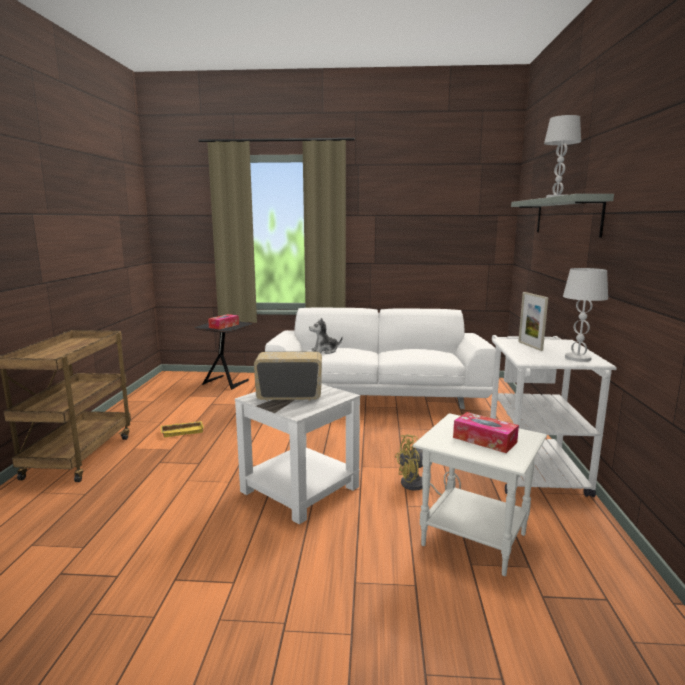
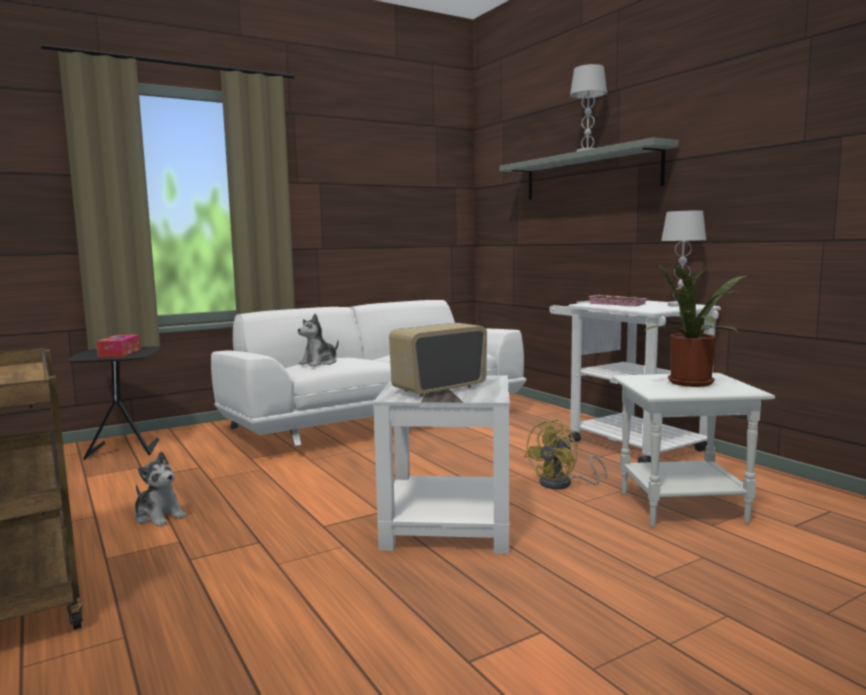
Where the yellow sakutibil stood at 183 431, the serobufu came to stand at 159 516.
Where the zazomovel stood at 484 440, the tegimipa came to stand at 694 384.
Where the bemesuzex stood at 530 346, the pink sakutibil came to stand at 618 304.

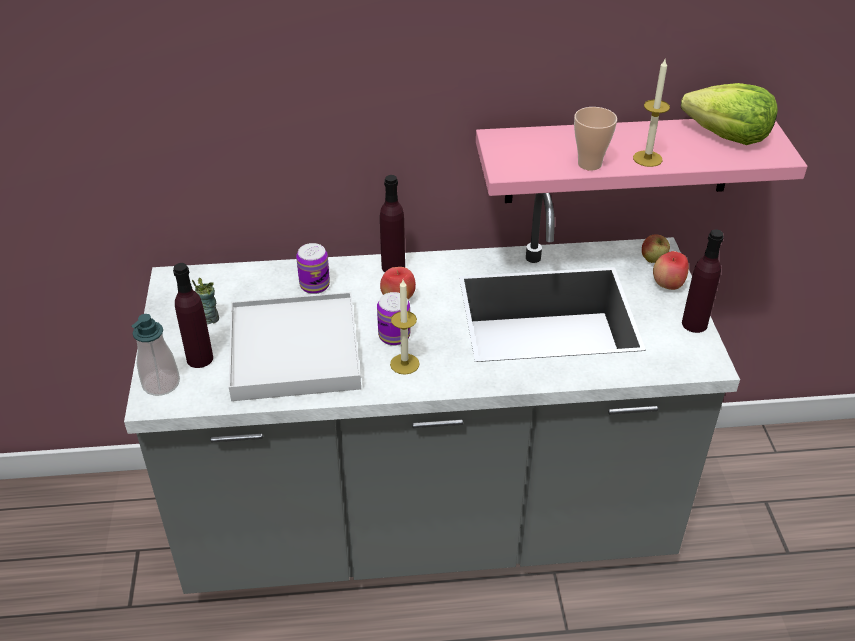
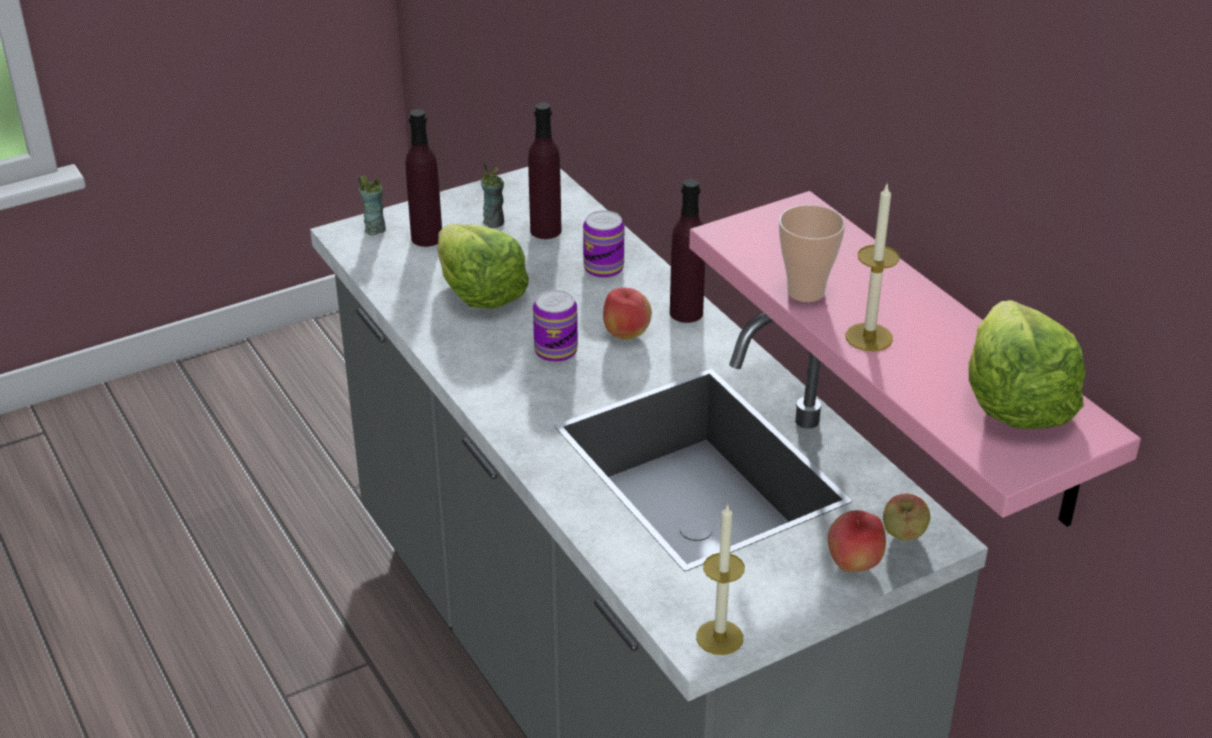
The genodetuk ended up elsewhere, having gone from 404 364 to 719 637.
The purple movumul ended up elsewhere, having gone from 694 324 to 545 230.
Where the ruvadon stood at 161 383, the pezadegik came to stand at 374 229.
Where the white sakutibil stood at 295 351, the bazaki came to stand at 479 292.

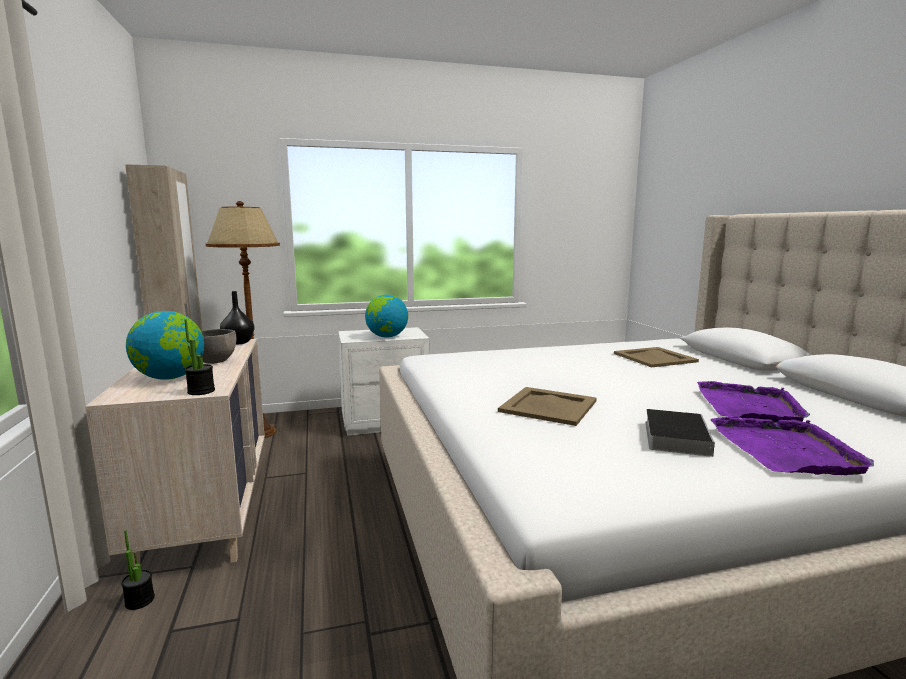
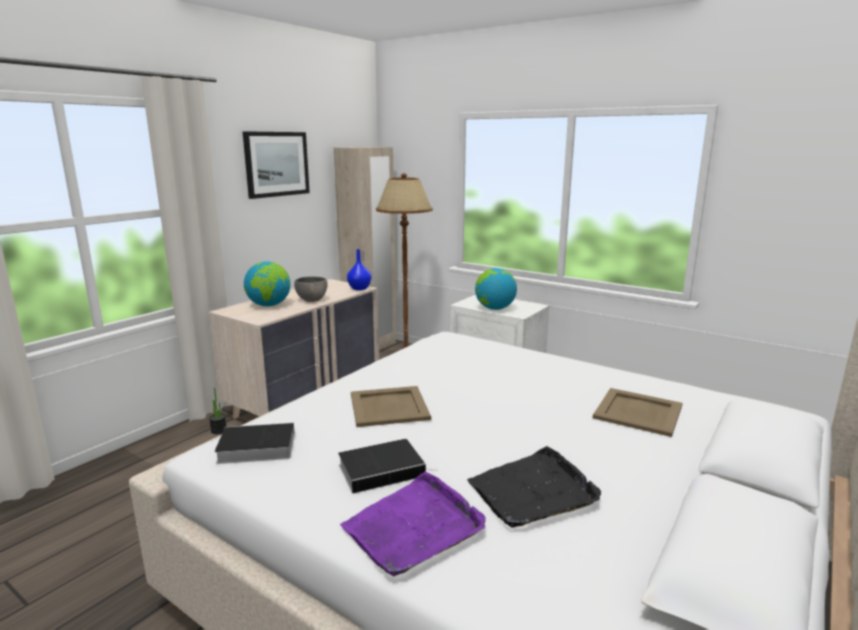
The second view lost the tegimipa at 201 391.
The second view gained the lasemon at 254 448.
The second view gained the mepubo at 276 164.
What was the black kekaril at 238 342 turned into the blue kekaril at 359 288.
What was the purple sakutibil at 749 406 turned into the black sakutibil at 533 491.

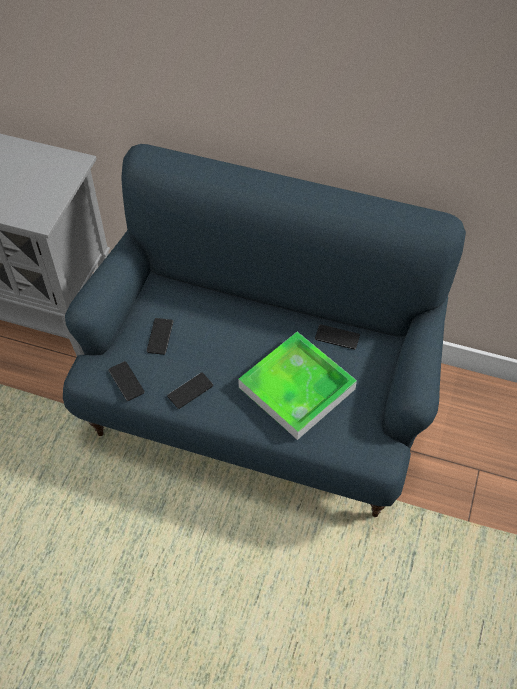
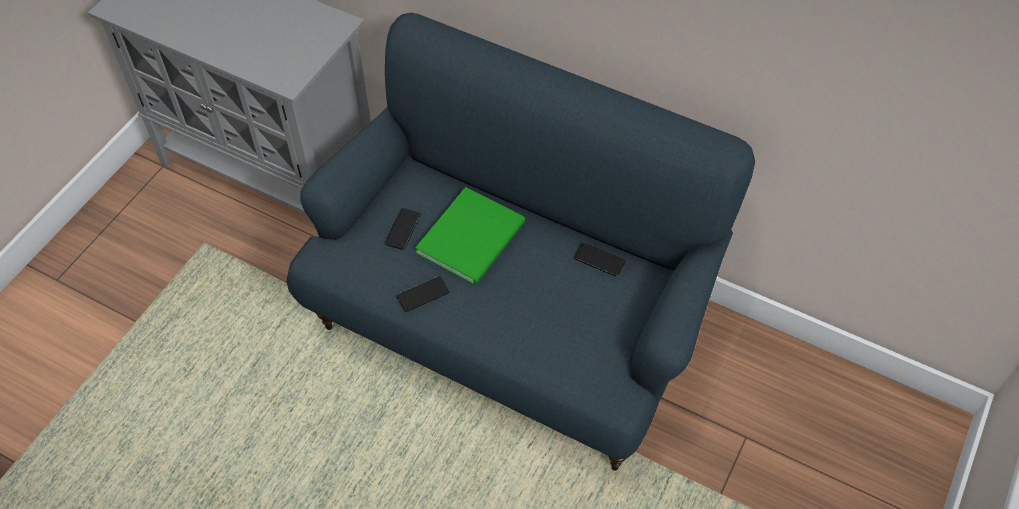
The second view lost the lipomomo at 126 381.
The second view lost the sakutibil at 297 388.
The second view gained the green lasemon at 474 236.

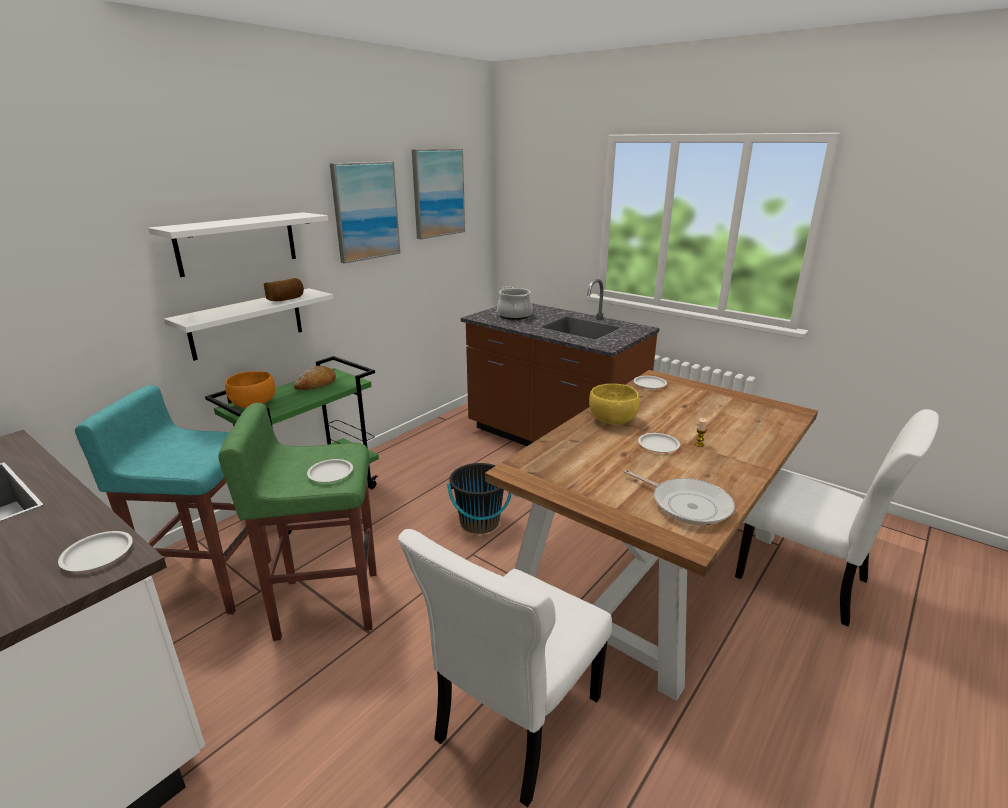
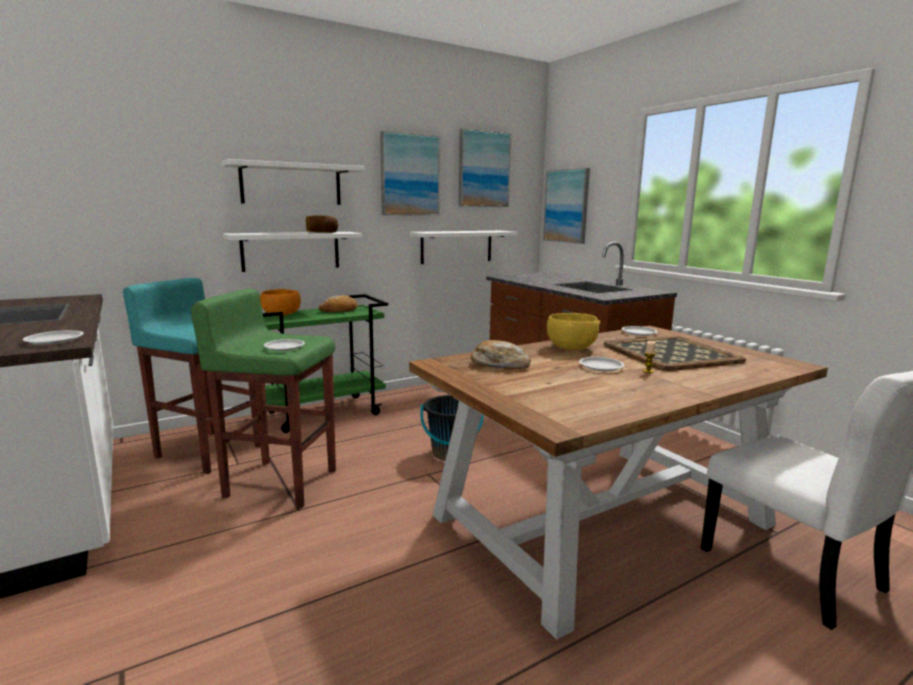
The second view lost the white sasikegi at 514 723.
The second view lost the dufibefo at 514 315.
The second view lost the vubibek at 687 505.
The second view gained the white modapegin at 456 246.
The second view gained the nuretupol at 499 364.
The second view gained the mepubo at 567 206.
The second view gained the sakutibil at 671 353.

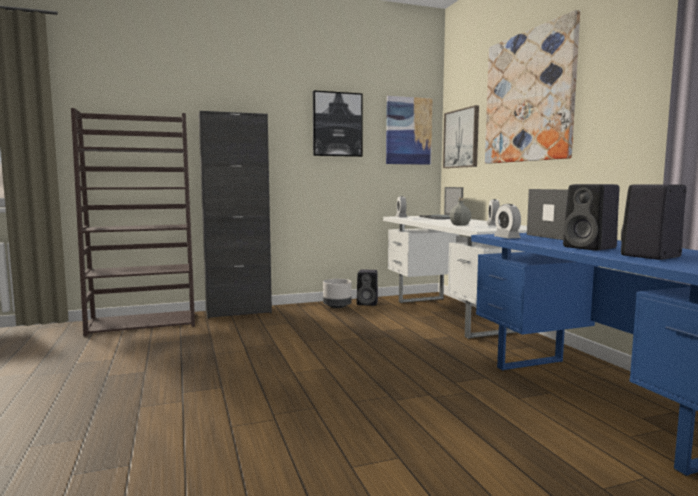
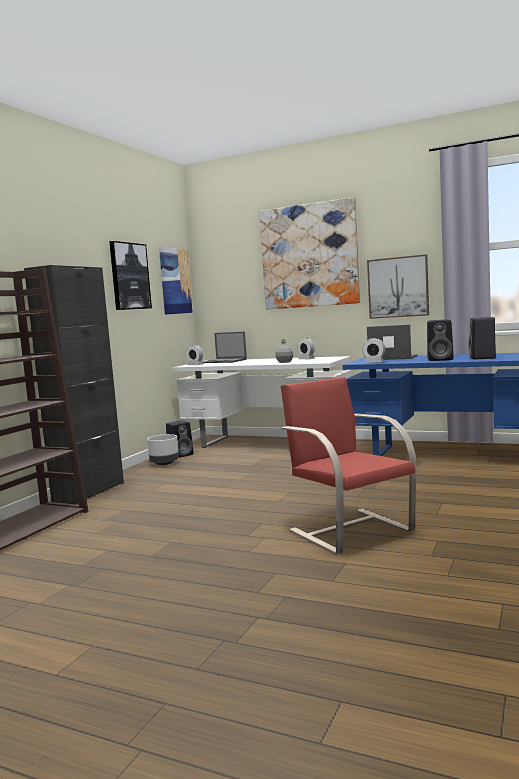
The second view gained the red sasikegi at 350 530.
The mepubo ended up elsewhere, having gone from 461 138 to 398 287.

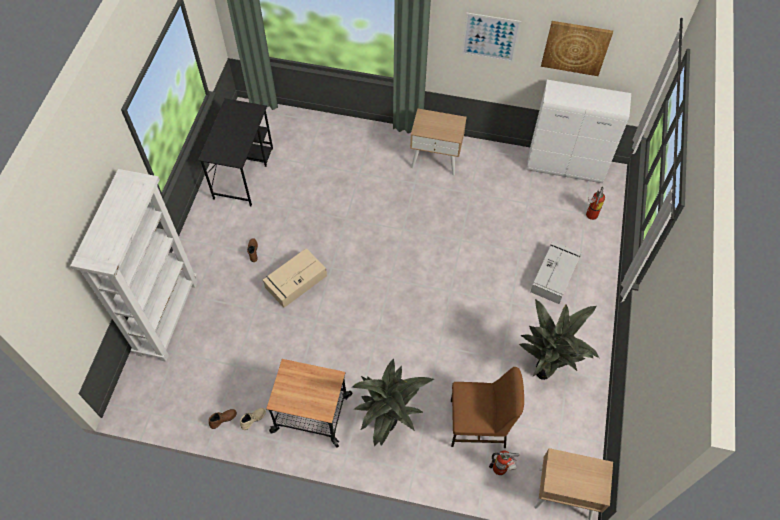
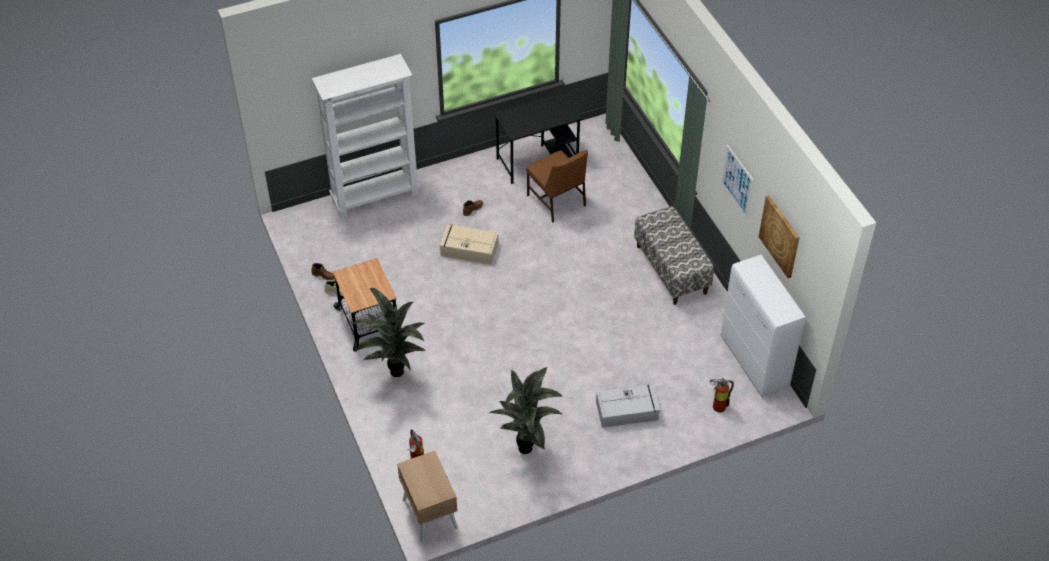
The brown sasikegi ended up elsewhere, having gone from 479 424 to 556 201.
Where the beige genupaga stood at 436 159, the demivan came to stand at 671 269.

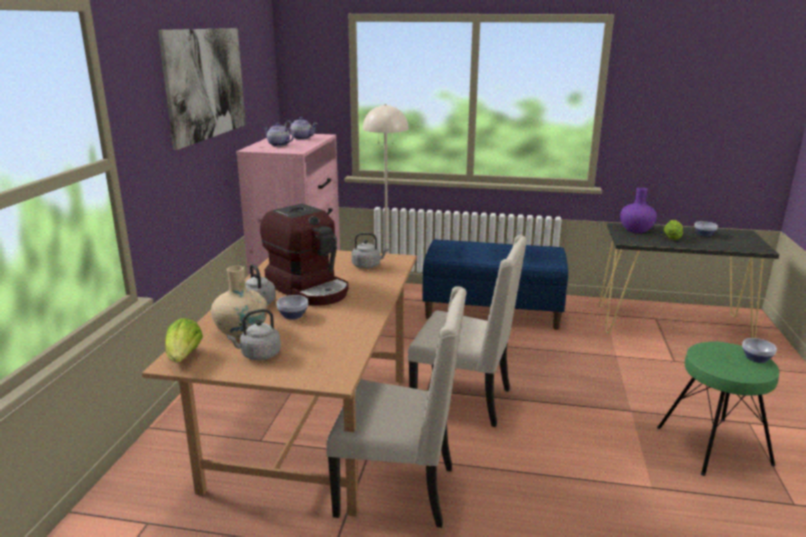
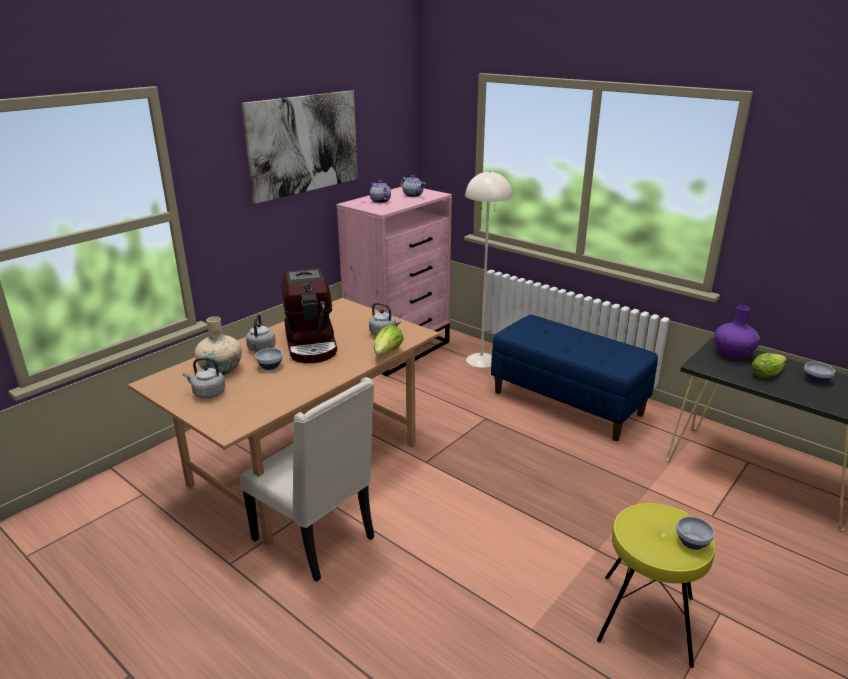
The second view lost the beige sasikegi at 464 400.
The bazaki ended up elsewhere, having gone from 184 358 to 387 353.
What was the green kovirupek at 712 445 turned into the yellow kovirupek at 645 618.

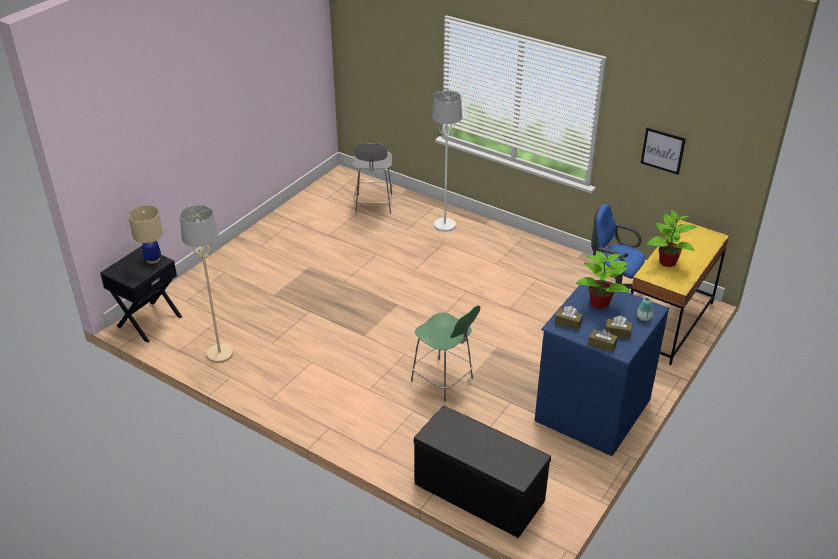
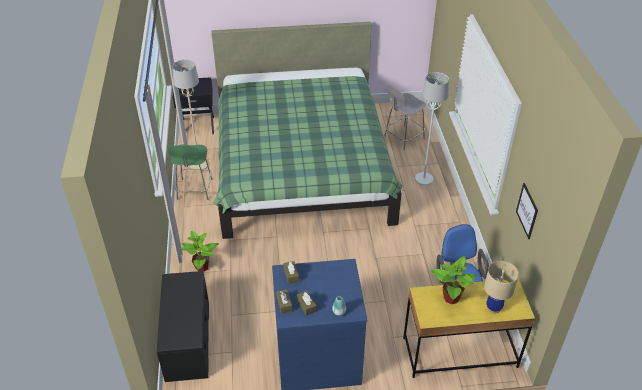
The second view gained the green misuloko at 301 166.
The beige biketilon ended up elsewhere, having gone from 153 259 to 493 307.
The green sasikegi ended up elsewhere, having gone from 443 381 to 194 190.
The tegimipa ended up elsewhere, having gone from 600 303 to 202 267.

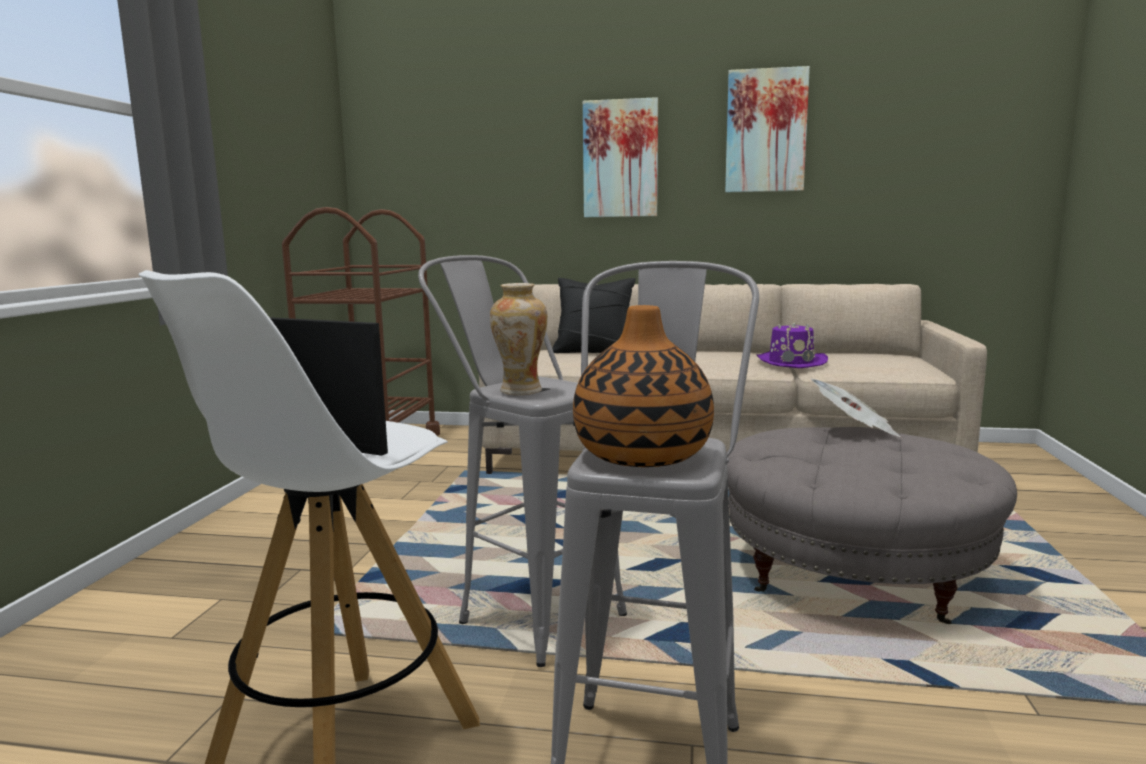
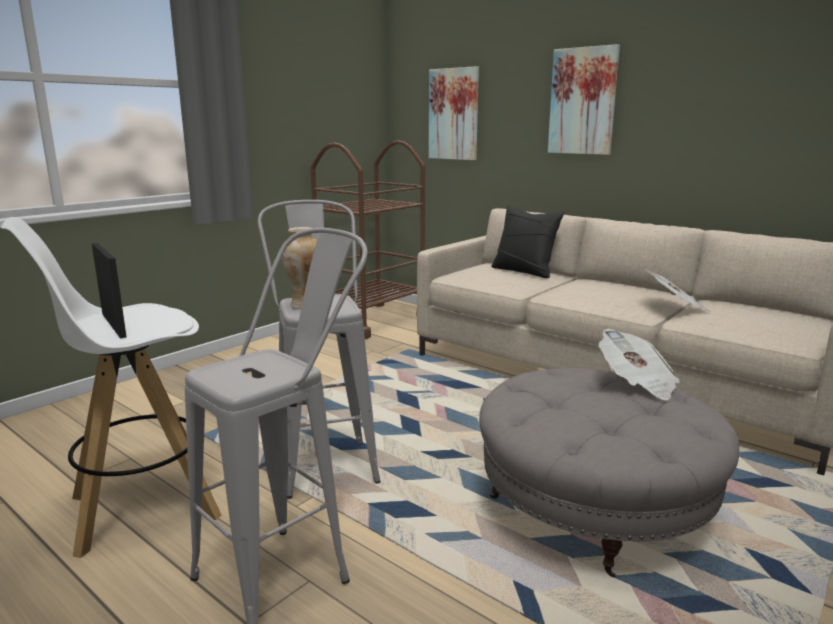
The second view lost the kekaril at 641 455.
The mepubo ended up elsewhere, having gone from 765 131 to 454 114.
Where the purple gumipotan stood at 791 362, the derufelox came to stand at 675 307.

